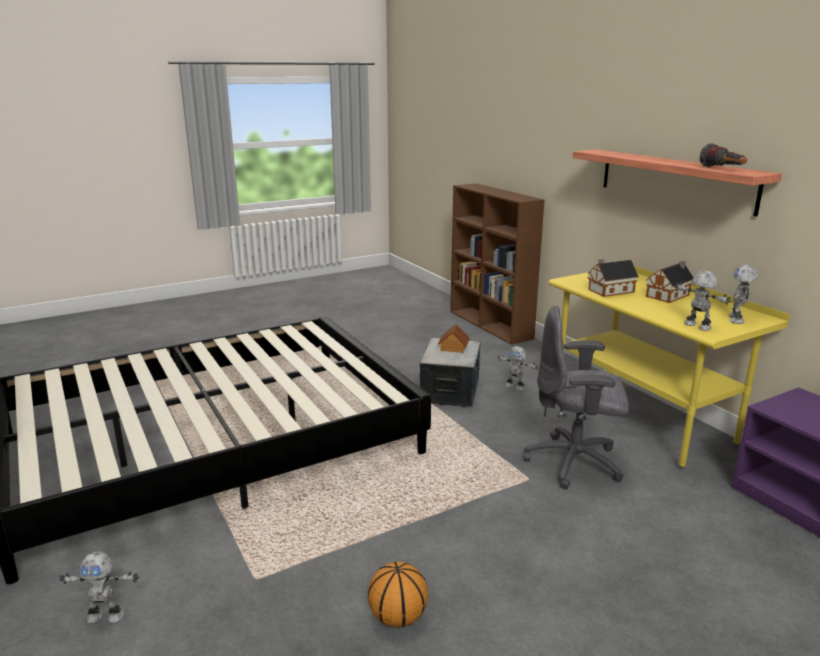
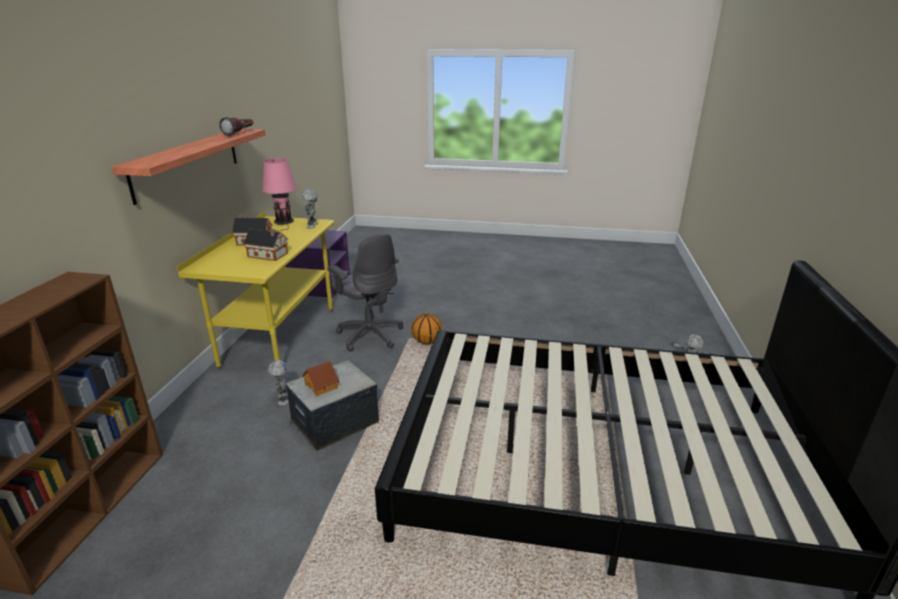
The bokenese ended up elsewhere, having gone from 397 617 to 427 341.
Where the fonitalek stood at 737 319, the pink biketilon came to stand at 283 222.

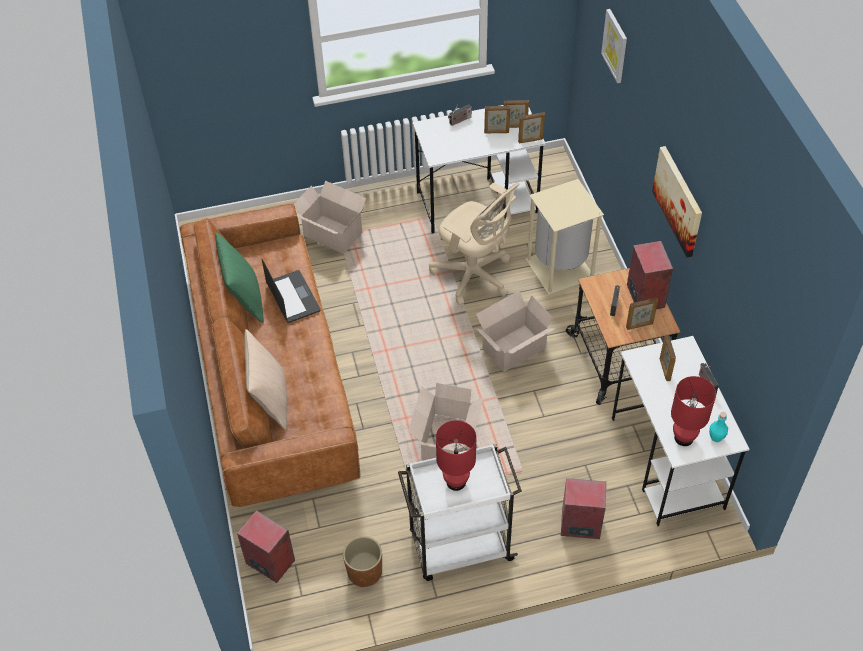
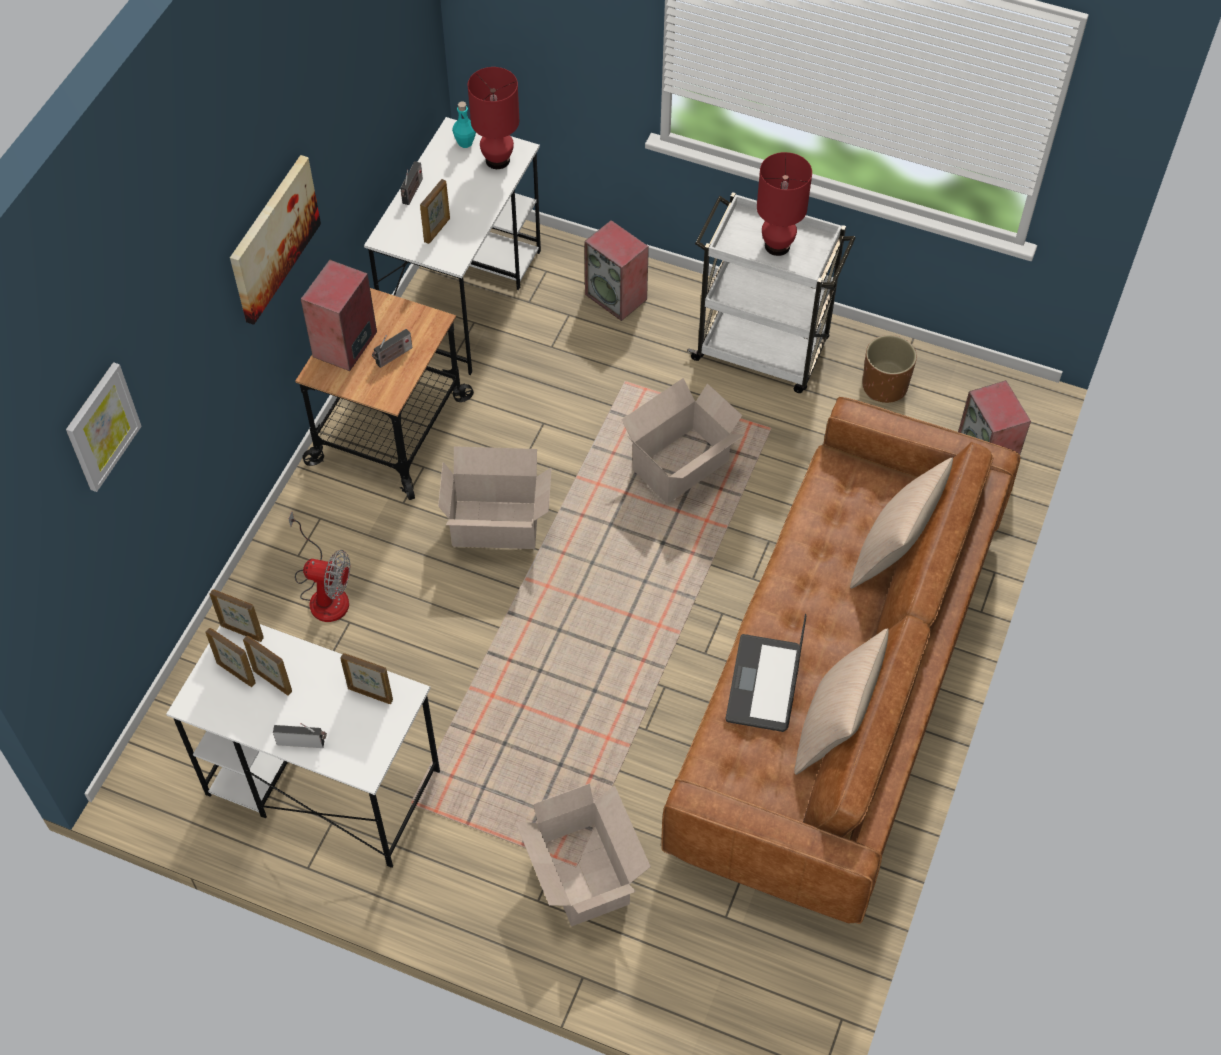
The second view lost the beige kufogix at 475 276.
The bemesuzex ended up elsewhere, having gone from 639 325 to 370 693.
Where the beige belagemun stood at 561 269, the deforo came to stand at 324 593.
What was the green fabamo at 244 299 turned into the beige fabamo at 833 729.

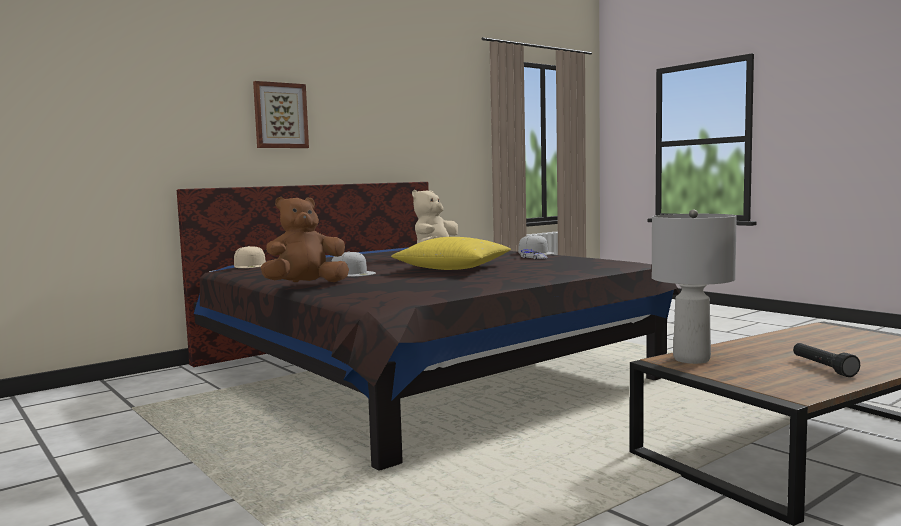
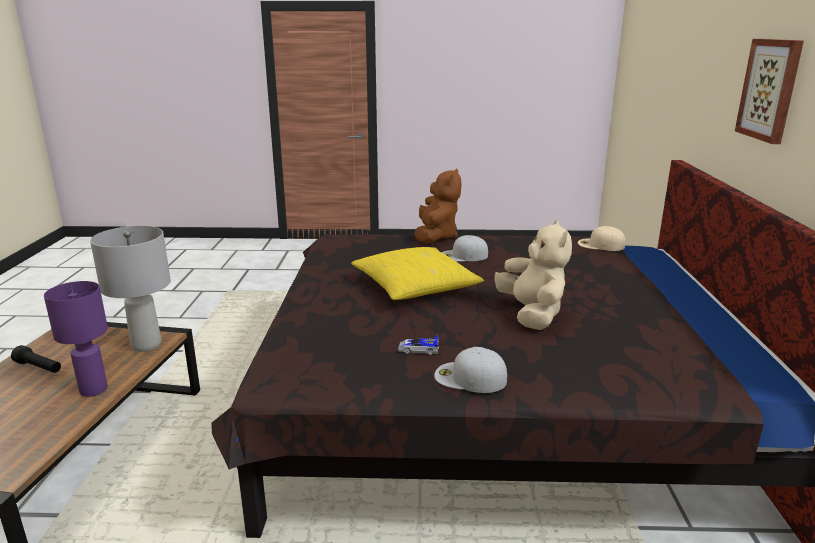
The second view gained the purple biketilon at 94 390.

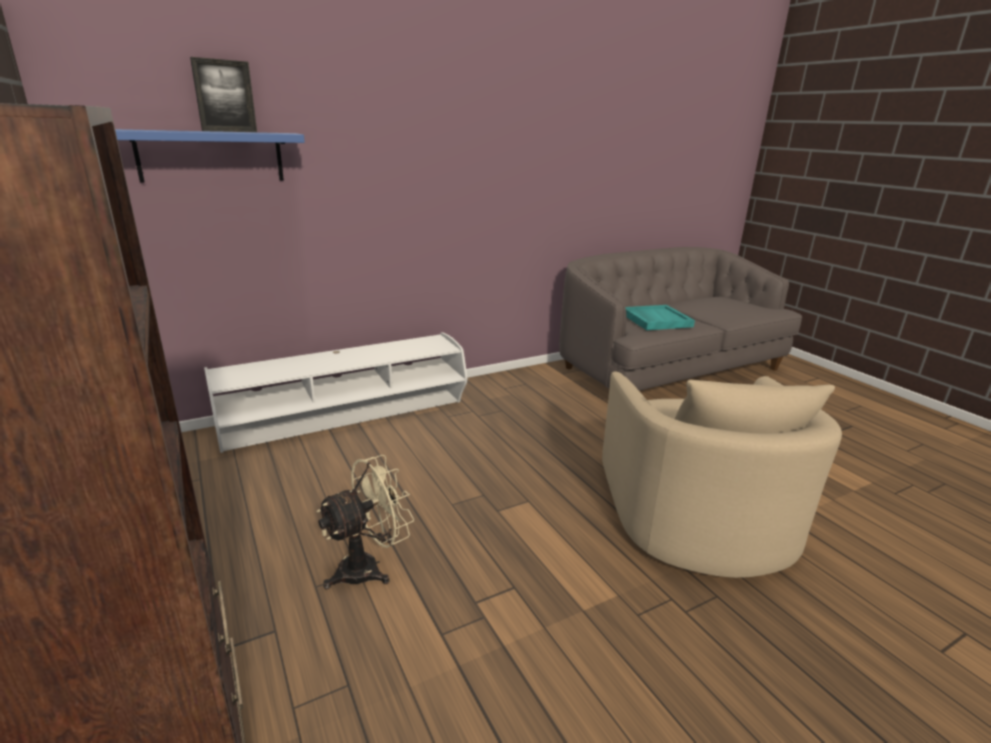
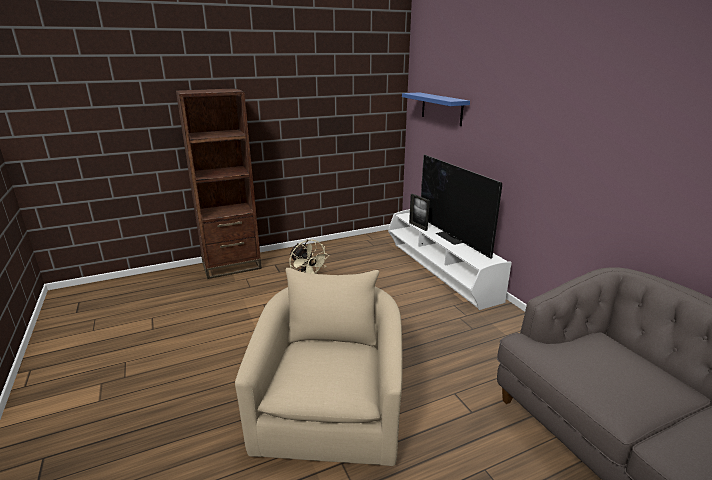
The second view lost the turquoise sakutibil at 655 320.
The second view gained the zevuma at 452 237.
The bemesuzex ended up elsewhere, having gone from 230 131 to 418 226.
The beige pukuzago at 696 514 ended up facing another way, 90 degrees clockwise from before.

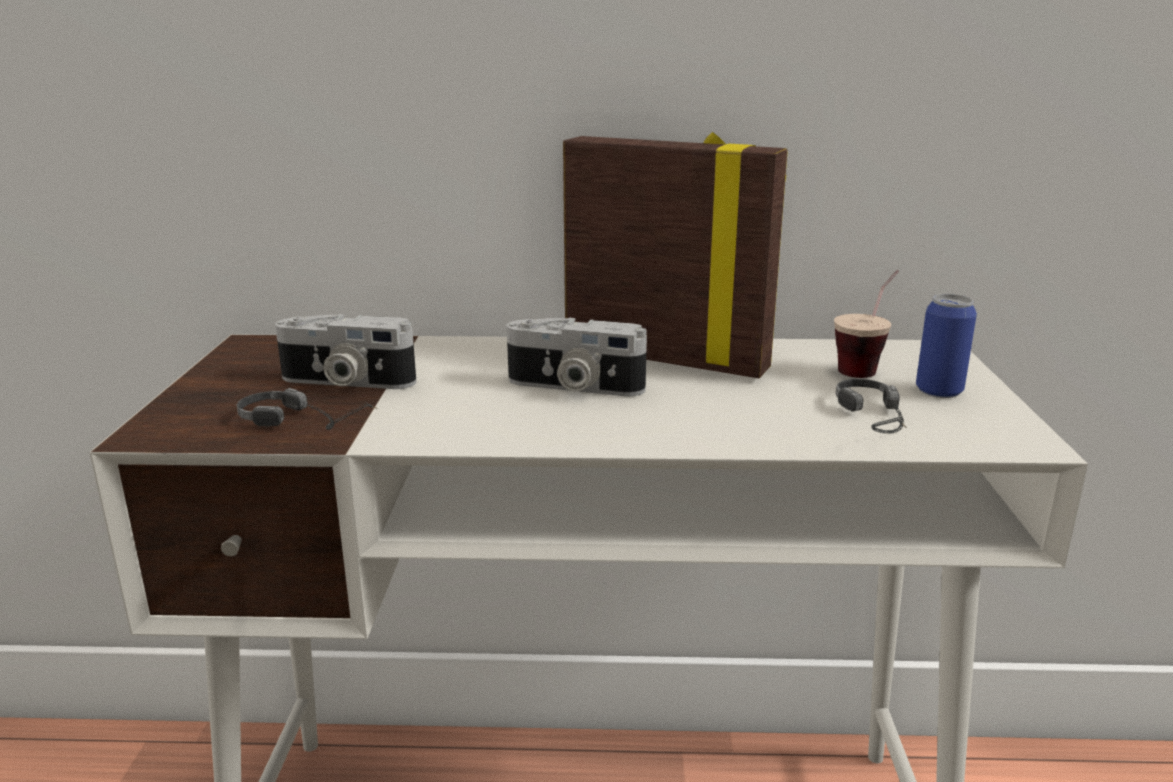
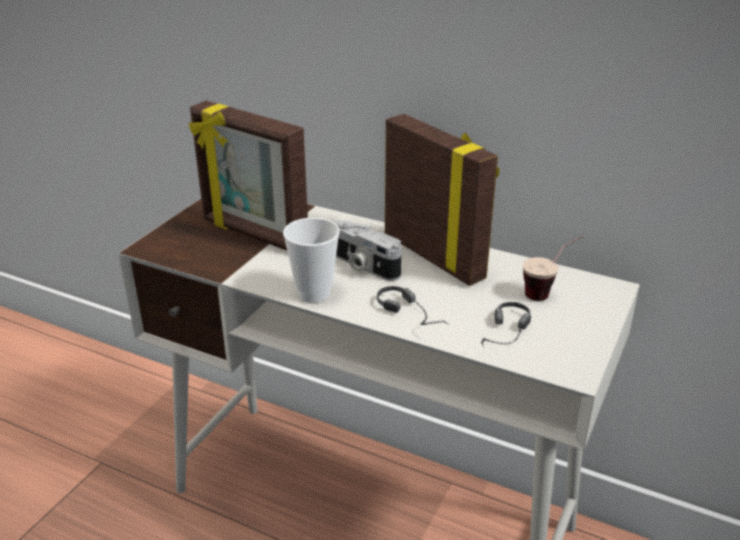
The second view lost the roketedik at 939 391.
The second view gained the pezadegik at 314 294.
The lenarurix ended up elsewhere, having gone from 316 424 to 417 316.
Where the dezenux stood at 345 382, the bemesuzex came to stand at 253 234.

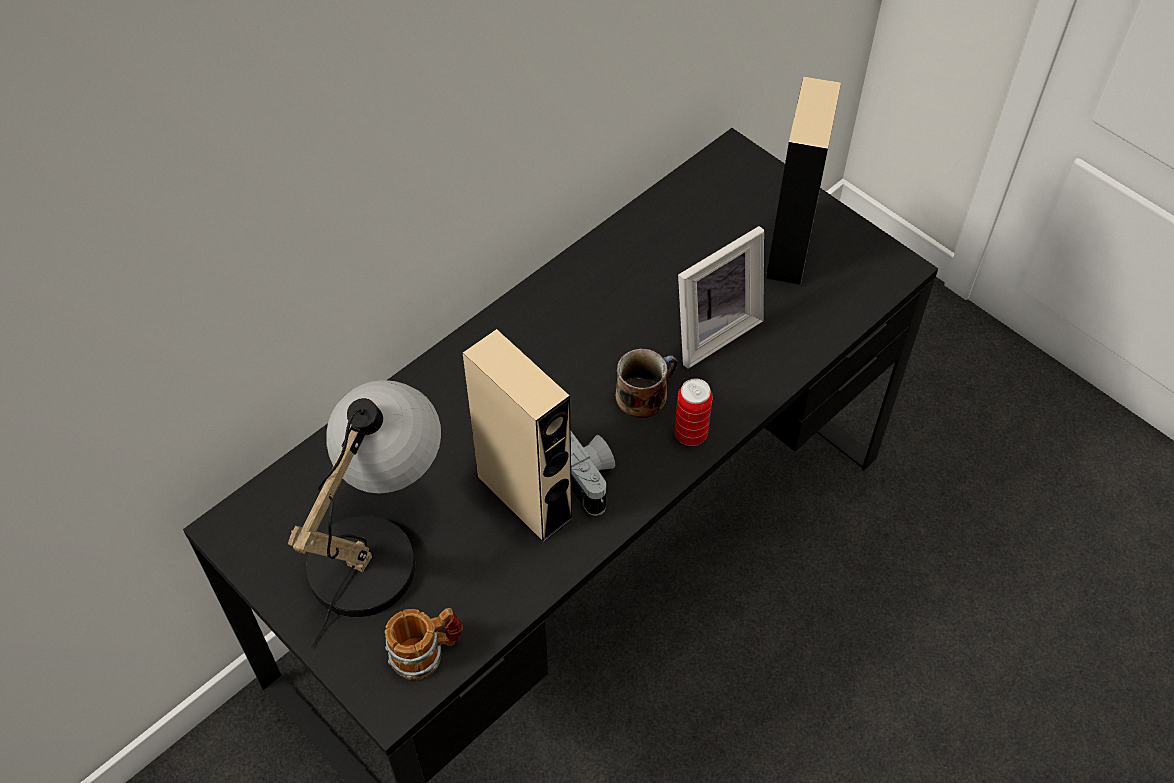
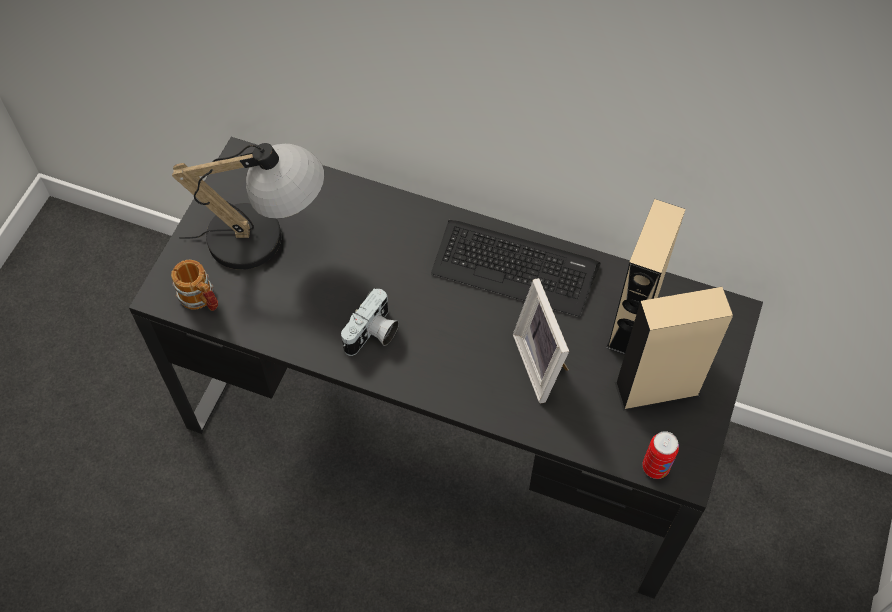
The second view lost the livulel at 643 395.
The second view gained the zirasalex at 514 268.
The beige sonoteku ended up elsewhere, having gone from 524 497 to 632 322.
The roketedik ended up elsewhere, having gone from 690 434 to 655 467.
The bemesuzex at 711 331 ended up facing another way, 45 degrees clockwise from before.

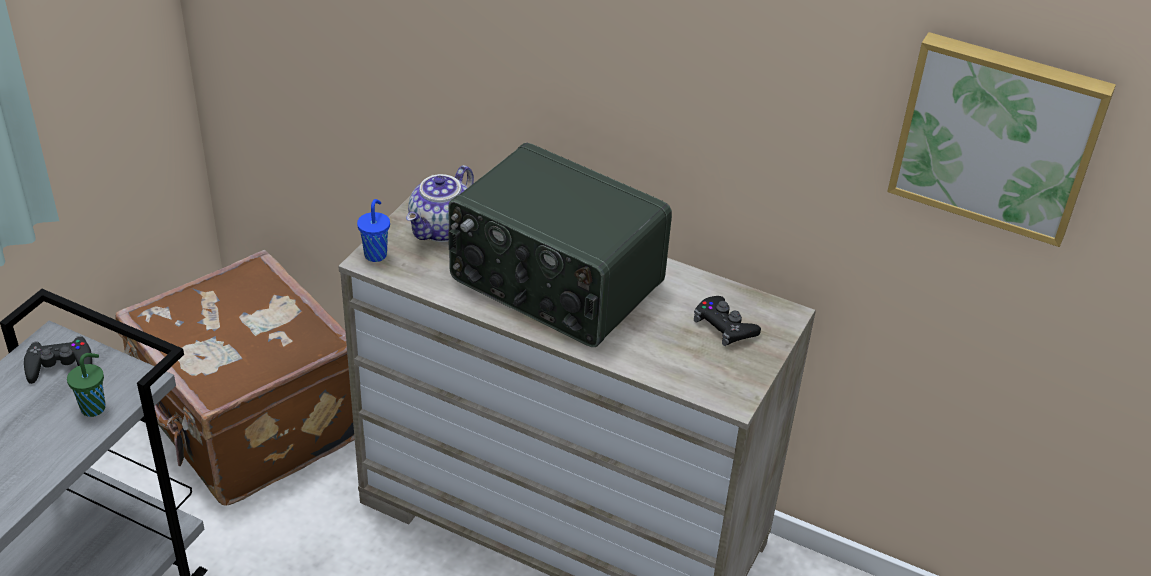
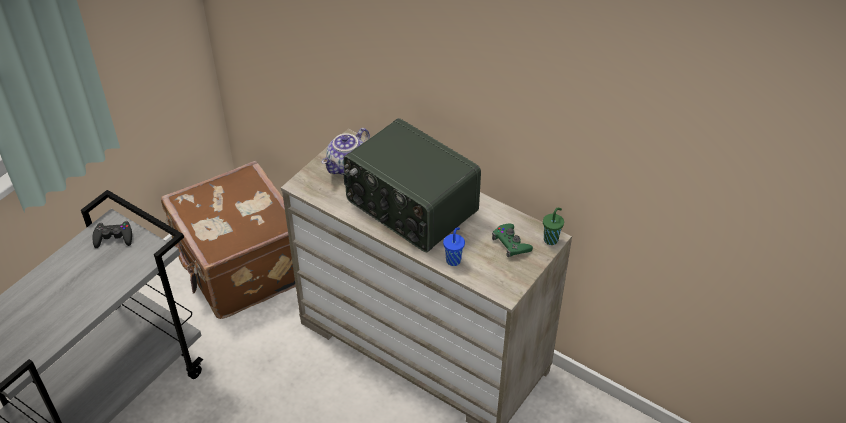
The second view lost the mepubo at 998 135.
The green pezadegik ended up elsewhere, having gone from 94 407 to 551 239.
The blue pezadegik ended up elsewhere, having gone from 376 254 to 453 260.
What was the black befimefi at 724 326 turned into the green befimefi at 511 243.

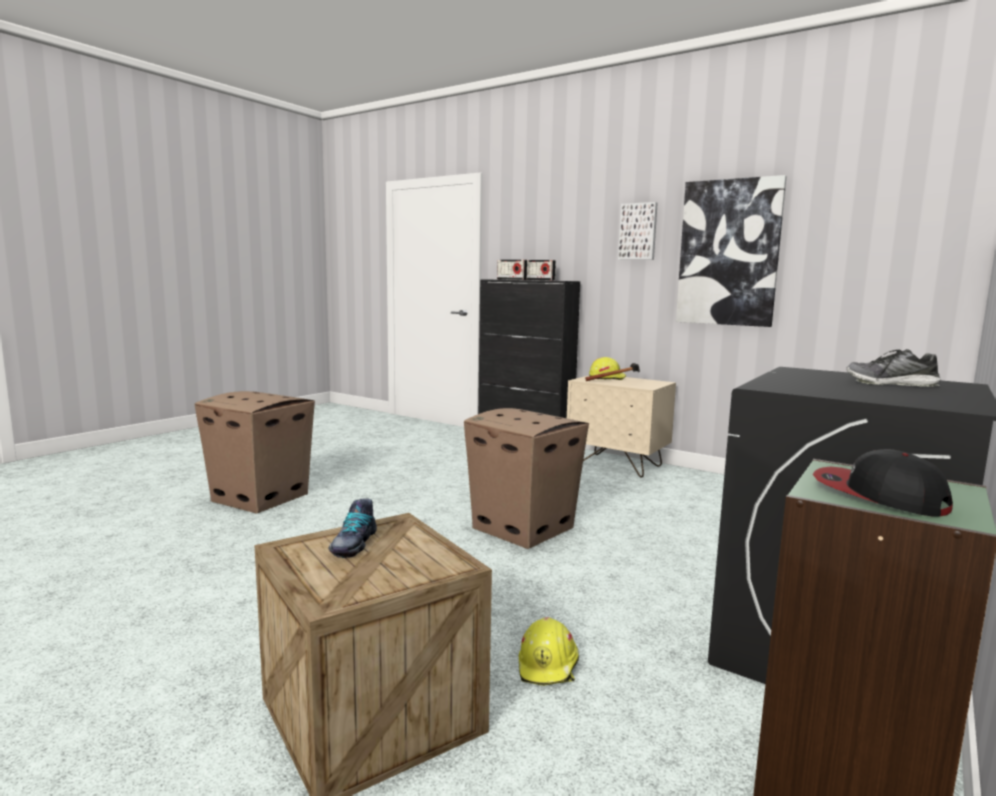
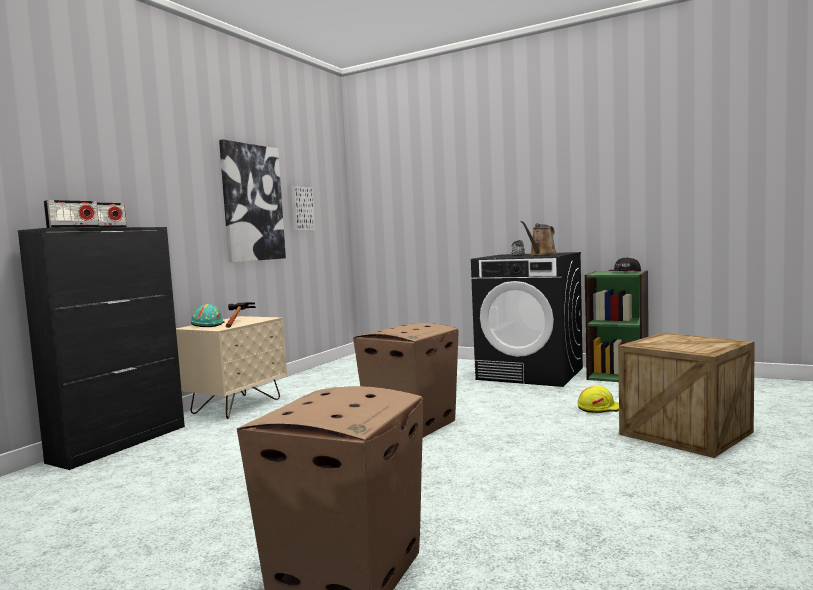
The second view lost the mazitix at 353 543.
The second view gained the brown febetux at 541 254.
The mepubo ended up elsewhere, having gone from 638 231 to 301 209.
What was the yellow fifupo at 607 377 turned into the turquoise fifupo at 207 325.

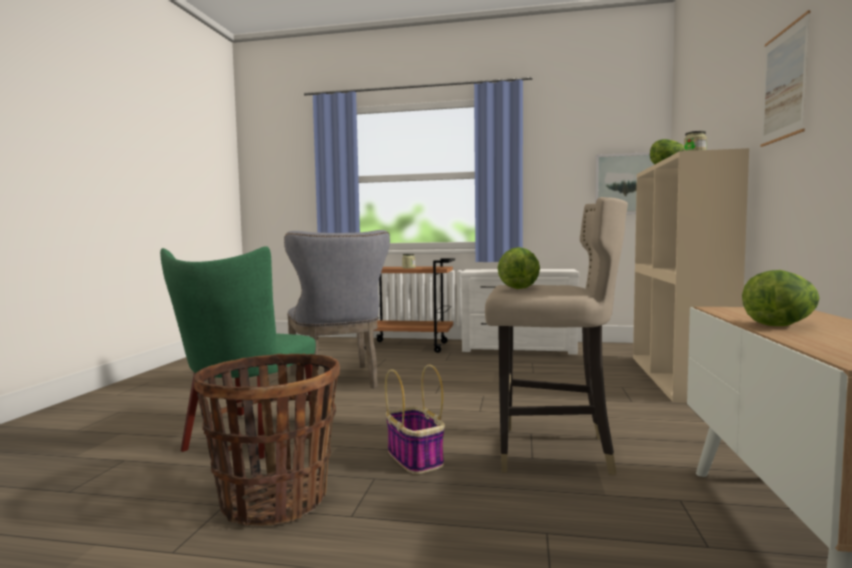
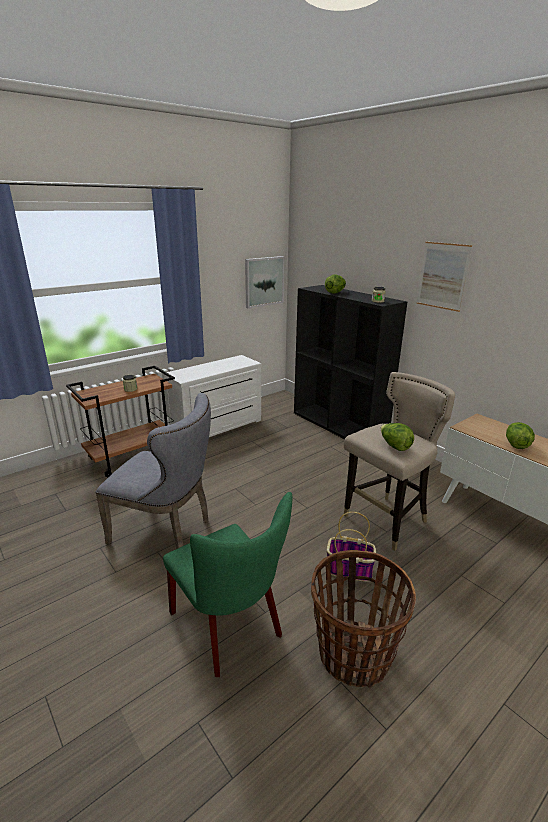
What was the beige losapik at 679 378 turned into the black losapik at 339 426.

